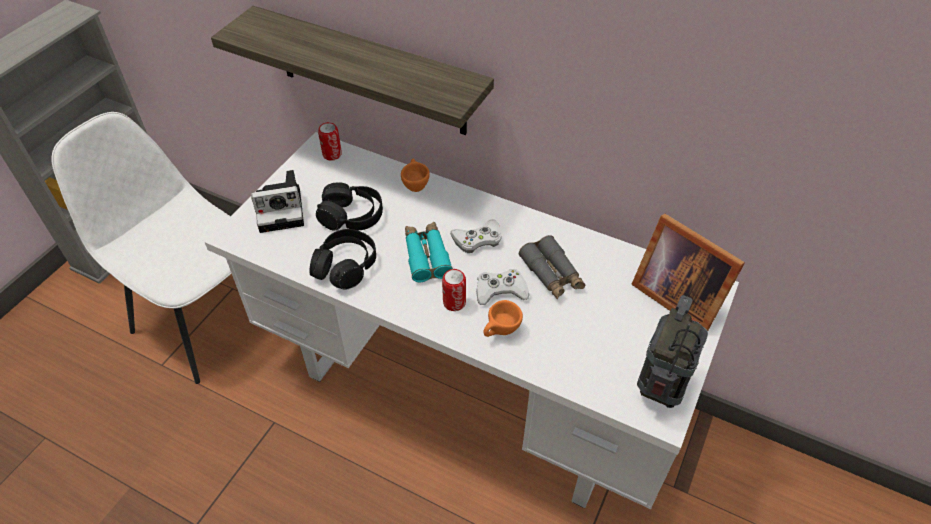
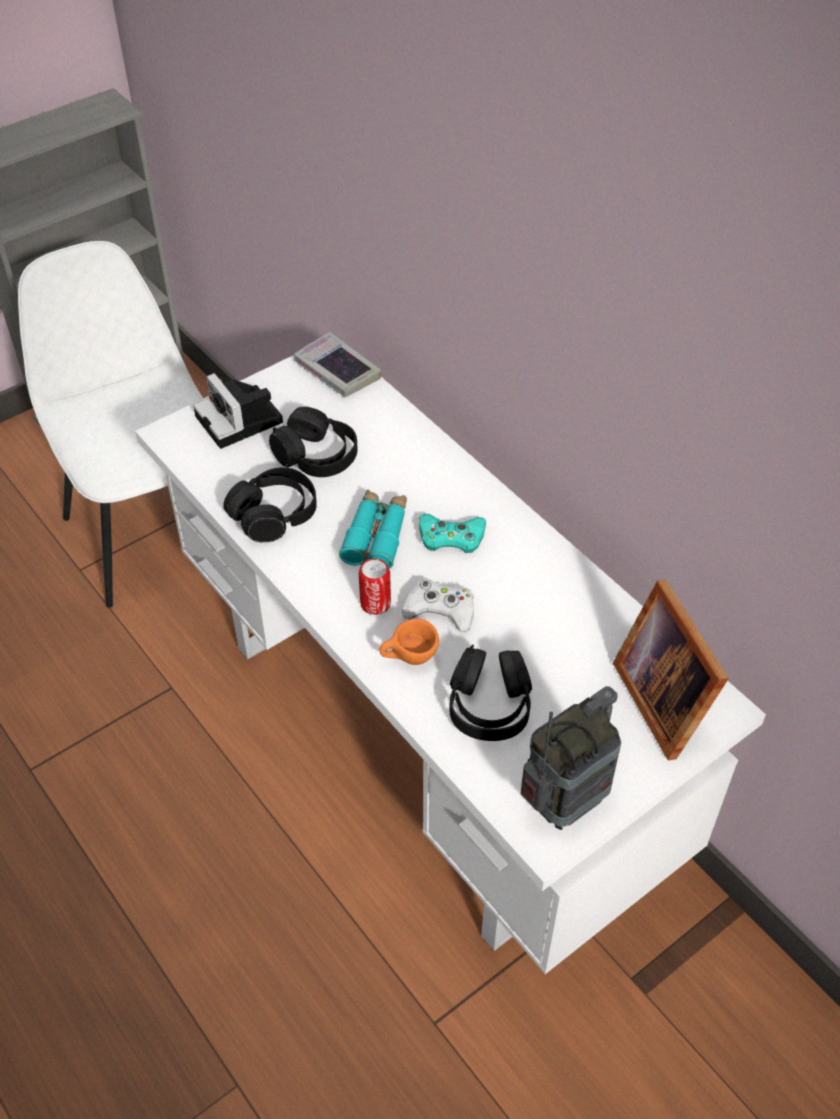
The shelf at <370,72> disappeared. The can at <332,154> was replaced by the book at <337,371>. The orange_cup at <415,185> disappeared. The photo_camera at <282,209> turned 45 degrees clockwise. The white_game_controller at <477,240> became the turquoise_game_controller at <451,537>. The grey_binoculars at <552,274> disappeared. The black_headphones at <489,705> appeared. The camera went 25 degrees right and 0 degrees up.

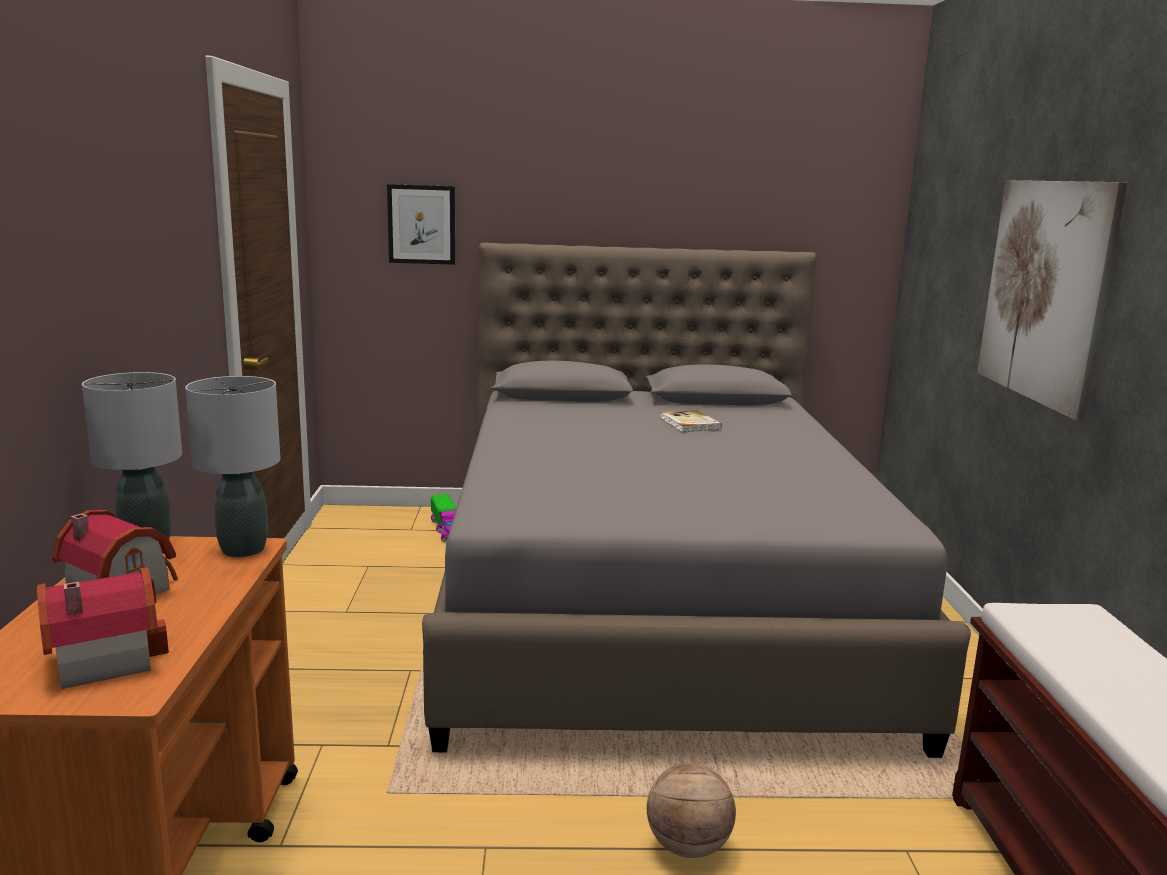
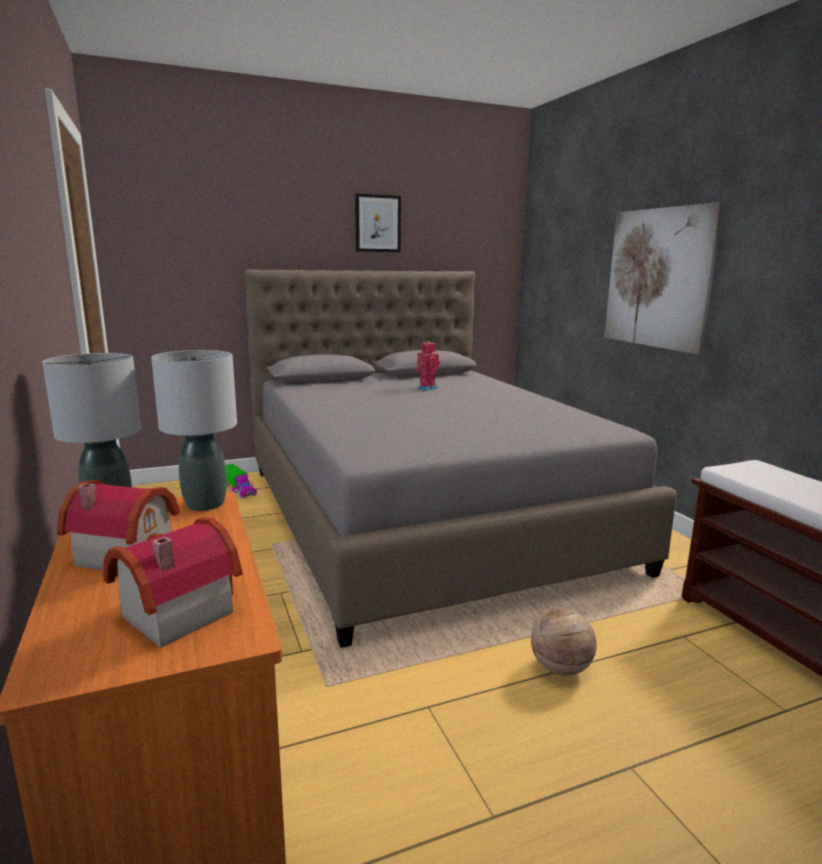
The picture moved from <421,224> to <377,223>. The book at <689,424> was replaced by the toy_robot at <426,388>. The camera went 20 degrees left and 0 degrees up.

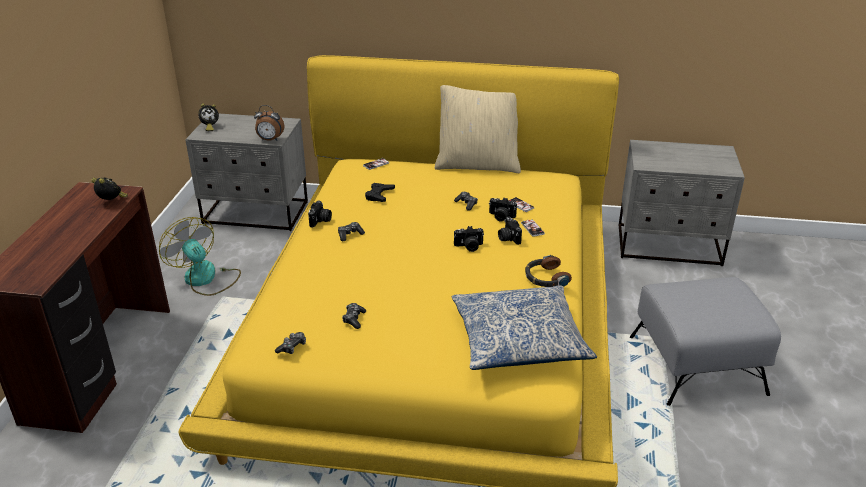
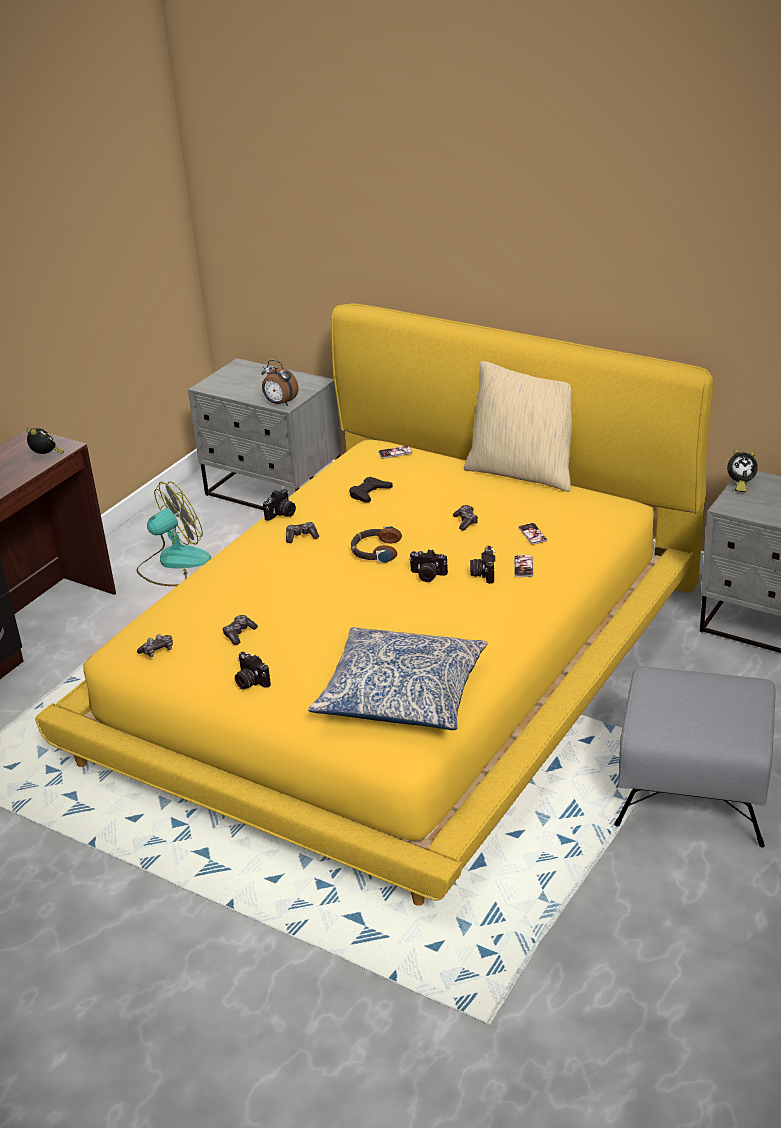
The alarm_clock moved from <209,127> to <739,485>. The photo_camera moved from <501,217> to <250,682>. The fan at <205,279> turned 75 degrees clockwise. The headphones moved from <545,278> to <375,551>. The camera went 25 degrees right and 0 degrees up.

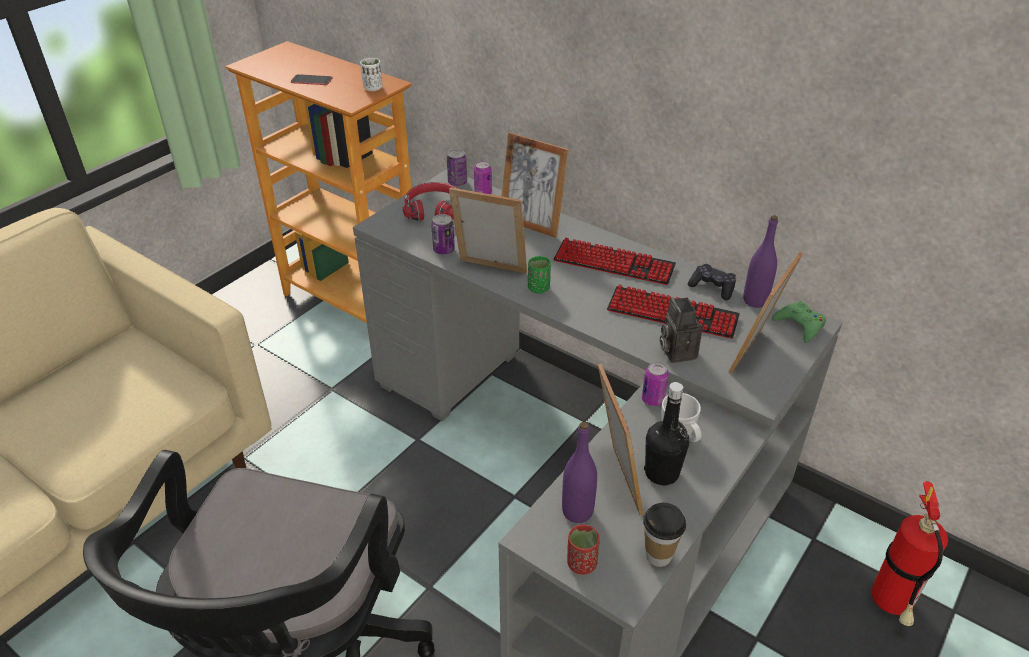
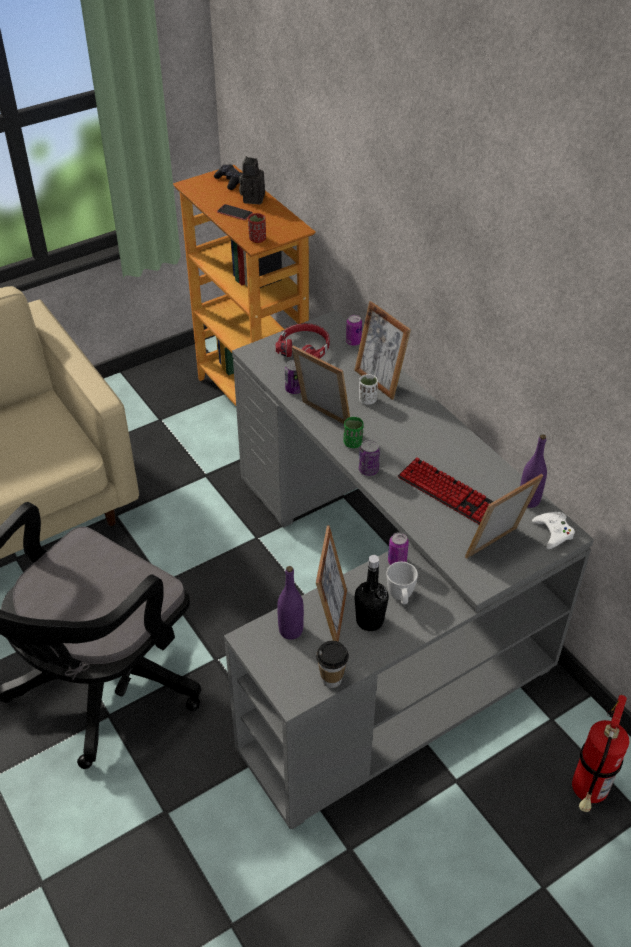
The white_cup moved from <373,88> to <367,400>. The can moved from <457,182> to <368,470>. The keyboard at <614,264> disappeared. The black_game_controller moved from <712,287> to <229,181>. The photo_camera moved from <676,351> to <252,198>. The green_game_controller at <800,325> became the white_game_controller at <553,532>. The red_cup moved from <581,563> to <257,239>. The camera went 20 degrees right and 5 degrees up.

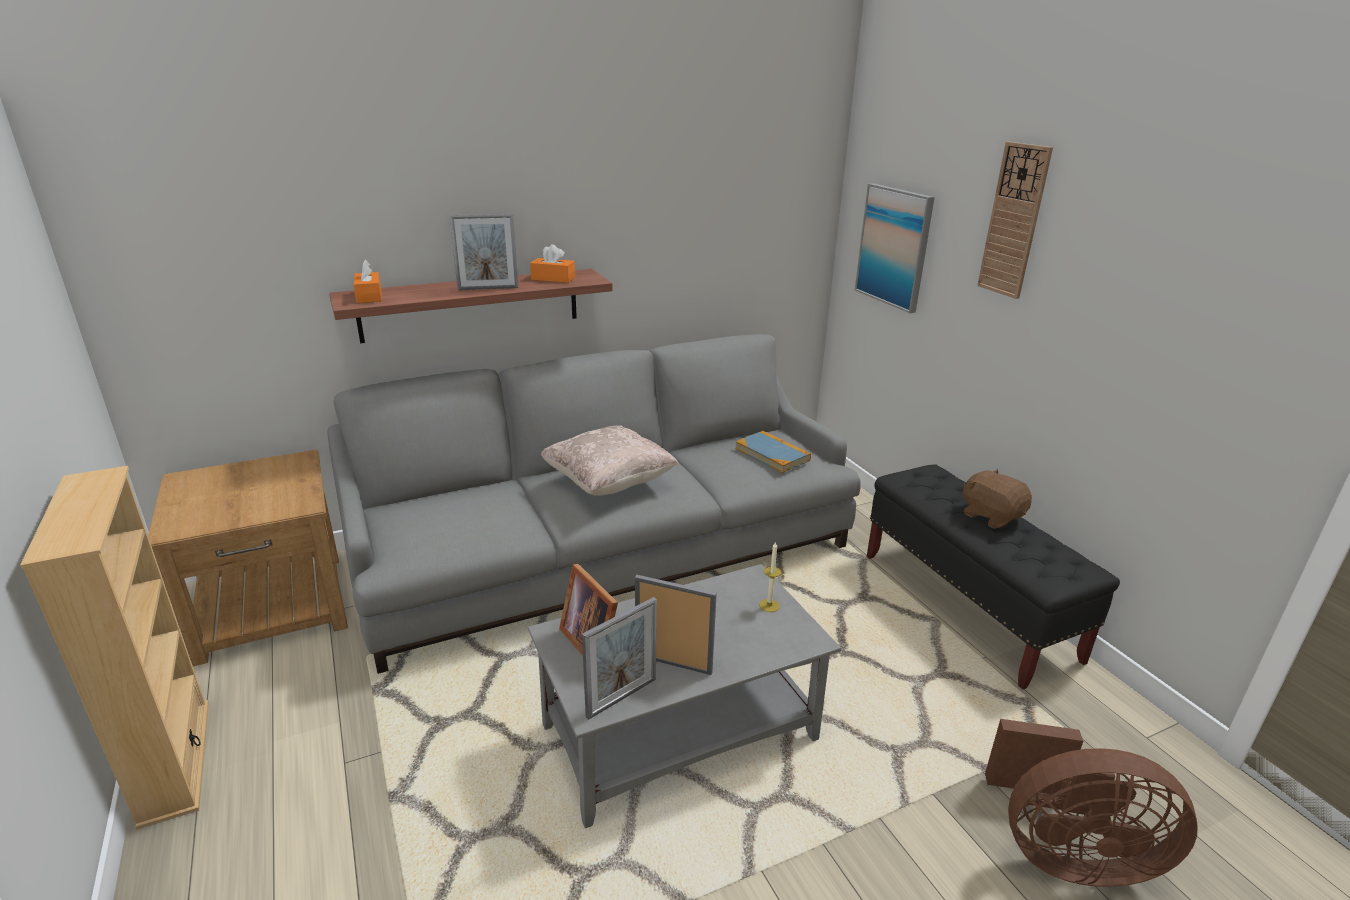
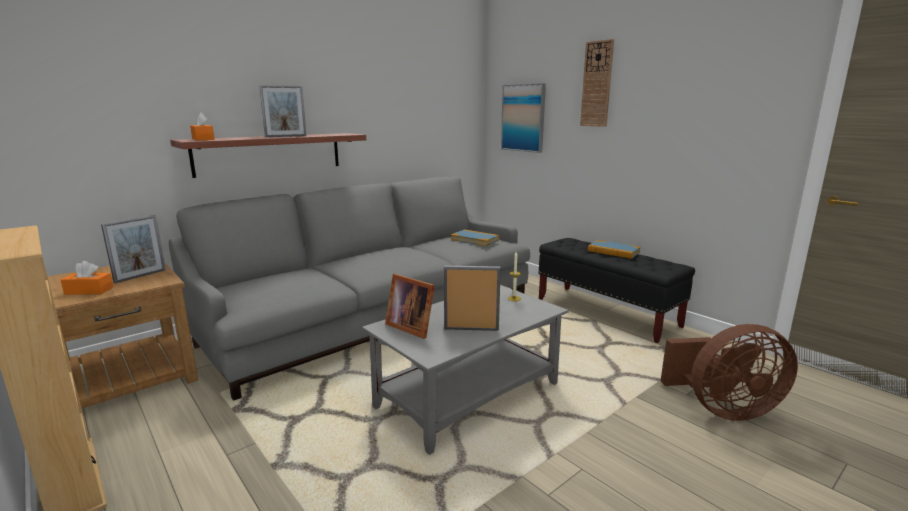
The orange_tissue_box moved from <553,278> to <89,291>. The beige_pillow at <609,483> disappeared. The brown_plush_toy at <991,516> was replaced by the book at <613,251>. The picture_frame moved from <621,697> to <140,276>. The camera went 15 degrees left and 10 degrees down.

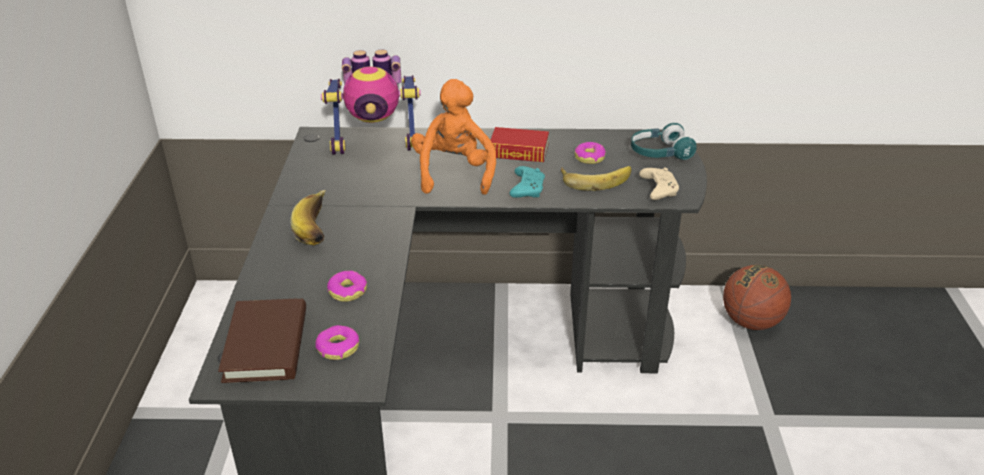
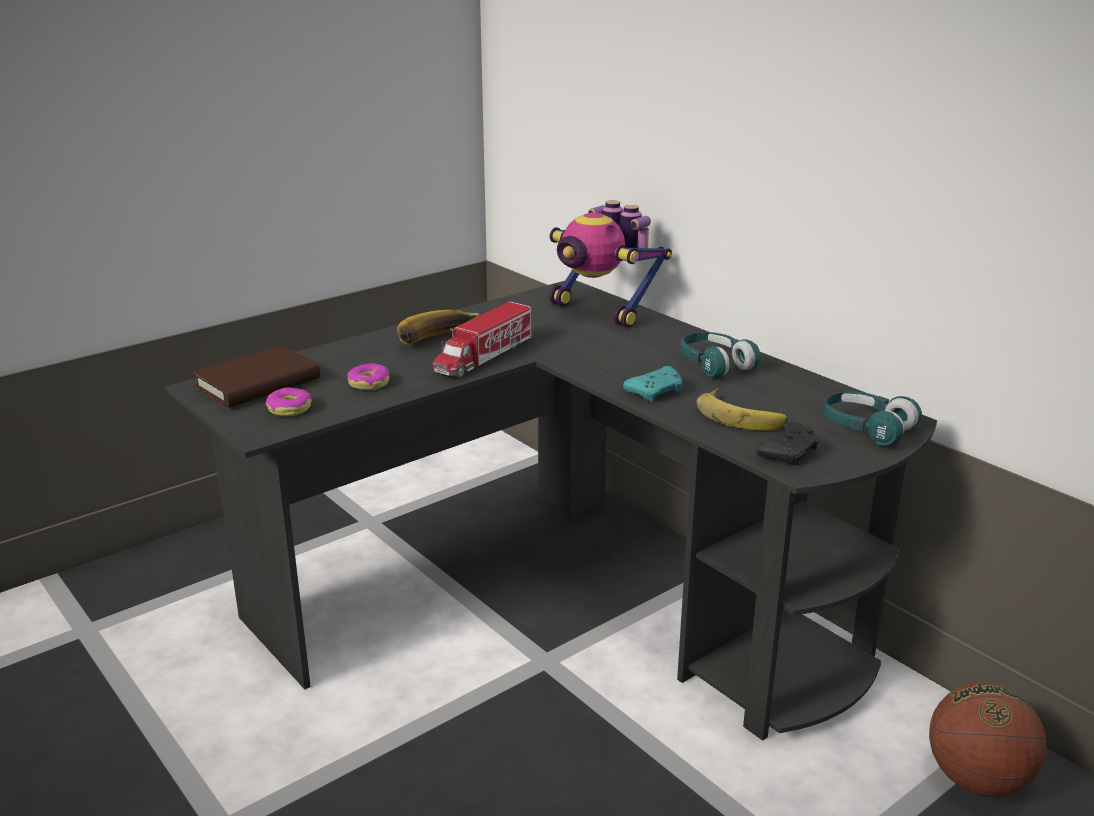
The orange_plush_toy at <454,173> disappeared. The book at <518,151> was replaced by the turquoise_headphones at <715,365>. The donut at <589,157> disappeared. The beige_game_controller at <658,189> became the black_game_controller at <789,453>. The toy_truck at <484,356> appeared. The camera went 50 degrees right and 10 degrees down.

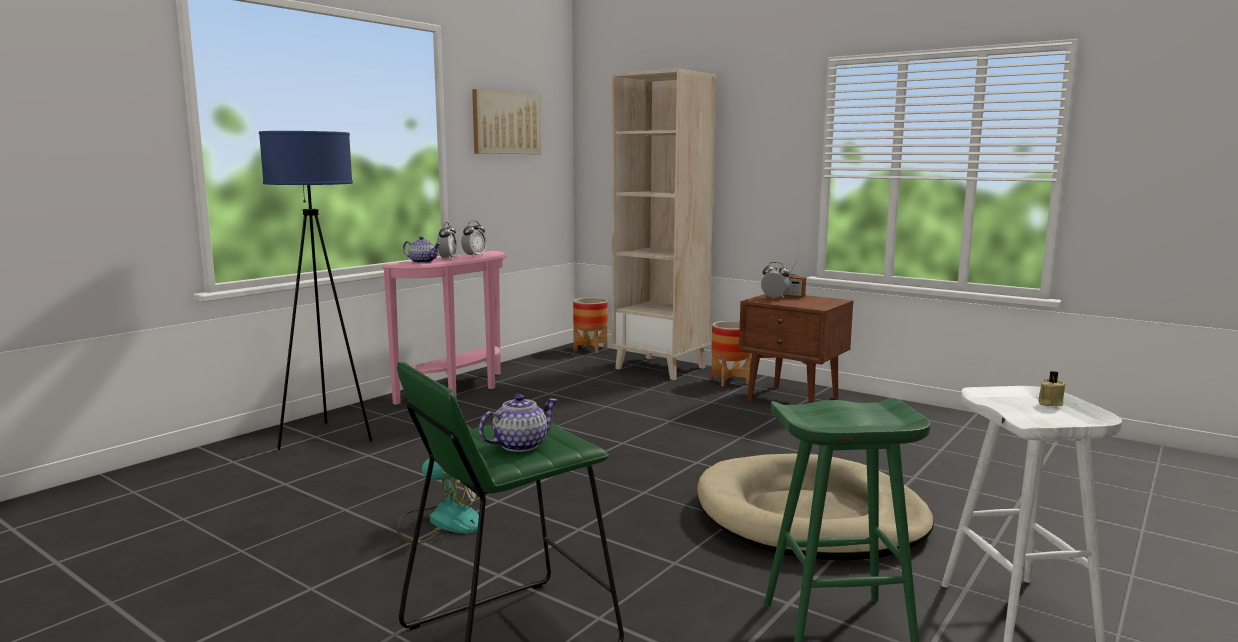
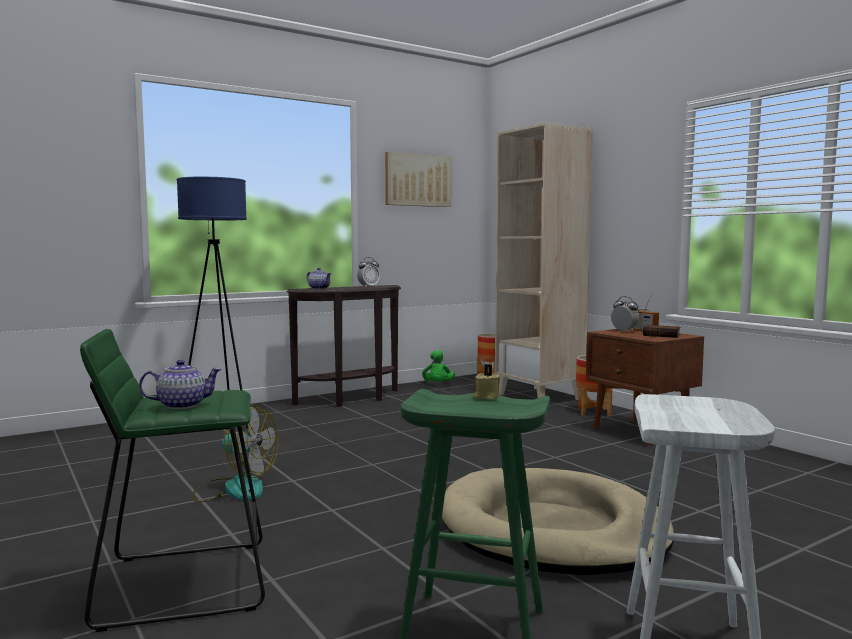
The alarm_clock at <447,258> disappeared. The pink_console_table at <461,390> became the brown_console_table at <353,400>. The beige_candle moved from <1049,403> to <486,397>. The book at <662,335> appeared. The green_plush_toy at <438,385> appeared. The camera went 20 degrees right and 5 degrees down.

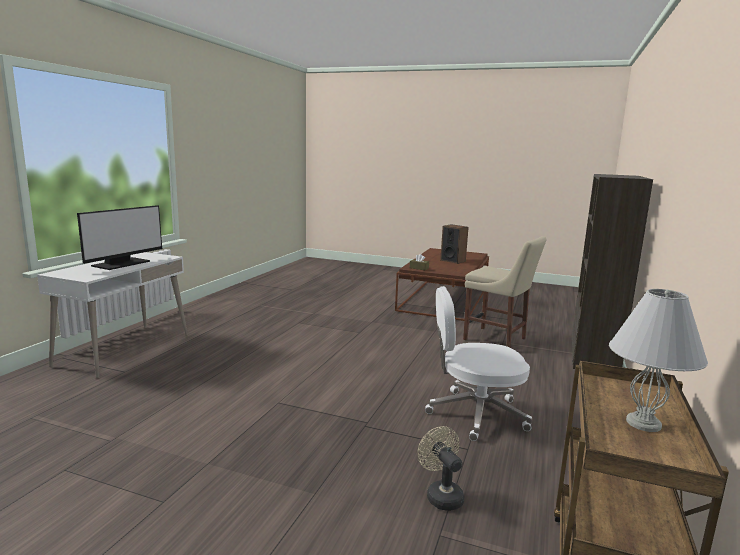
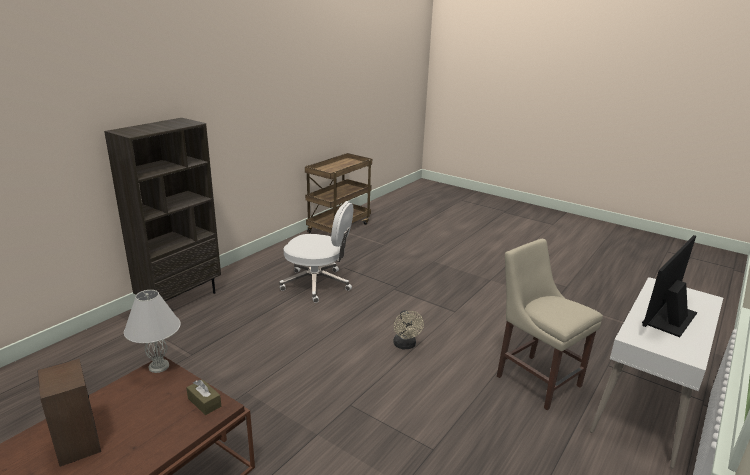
The beige_chair moved from <497,340> to <535,378>. The white_table_lamp moved from <644,423> to <158,366>. The beige_fan moved from <441,495> to <405,345>. The camera went 165 degrees left and 10 degrees up.

